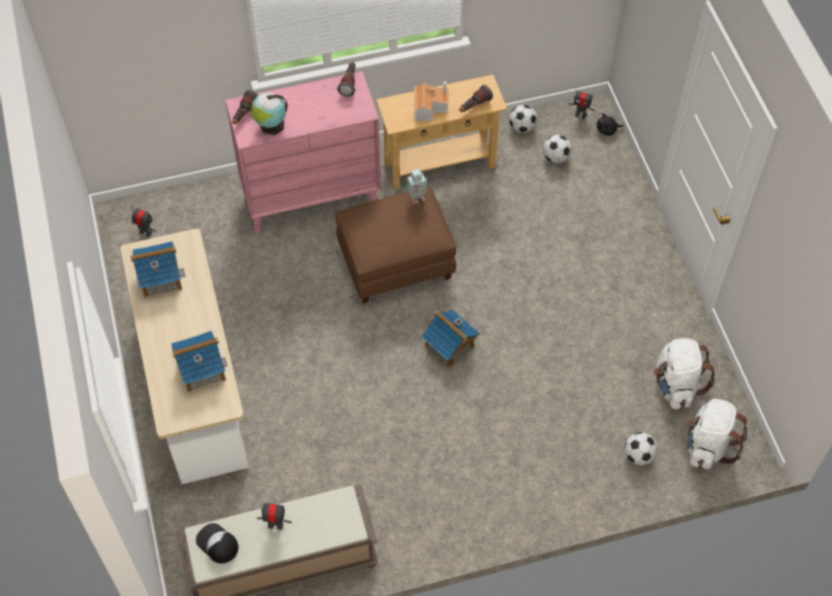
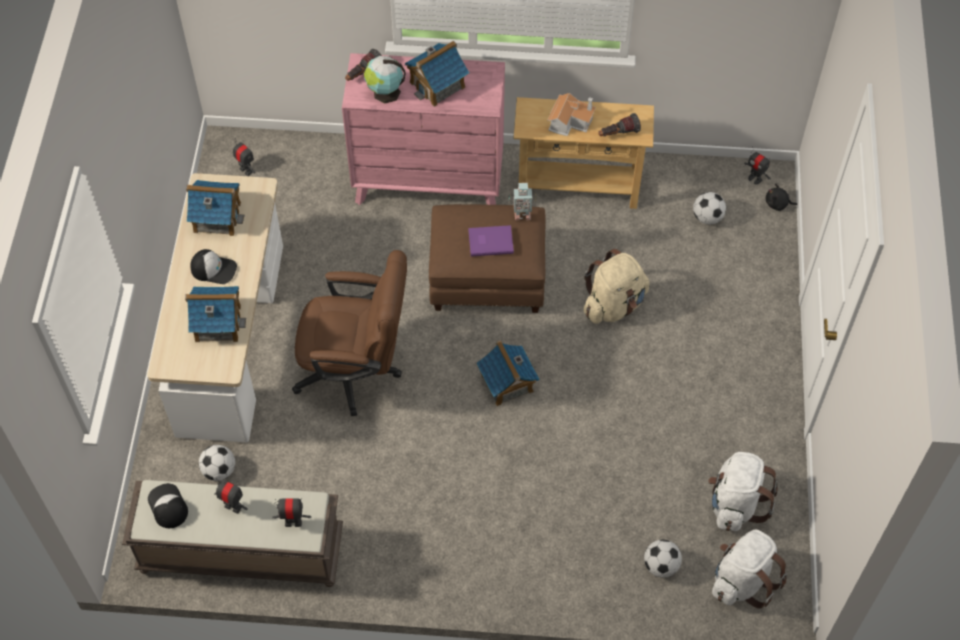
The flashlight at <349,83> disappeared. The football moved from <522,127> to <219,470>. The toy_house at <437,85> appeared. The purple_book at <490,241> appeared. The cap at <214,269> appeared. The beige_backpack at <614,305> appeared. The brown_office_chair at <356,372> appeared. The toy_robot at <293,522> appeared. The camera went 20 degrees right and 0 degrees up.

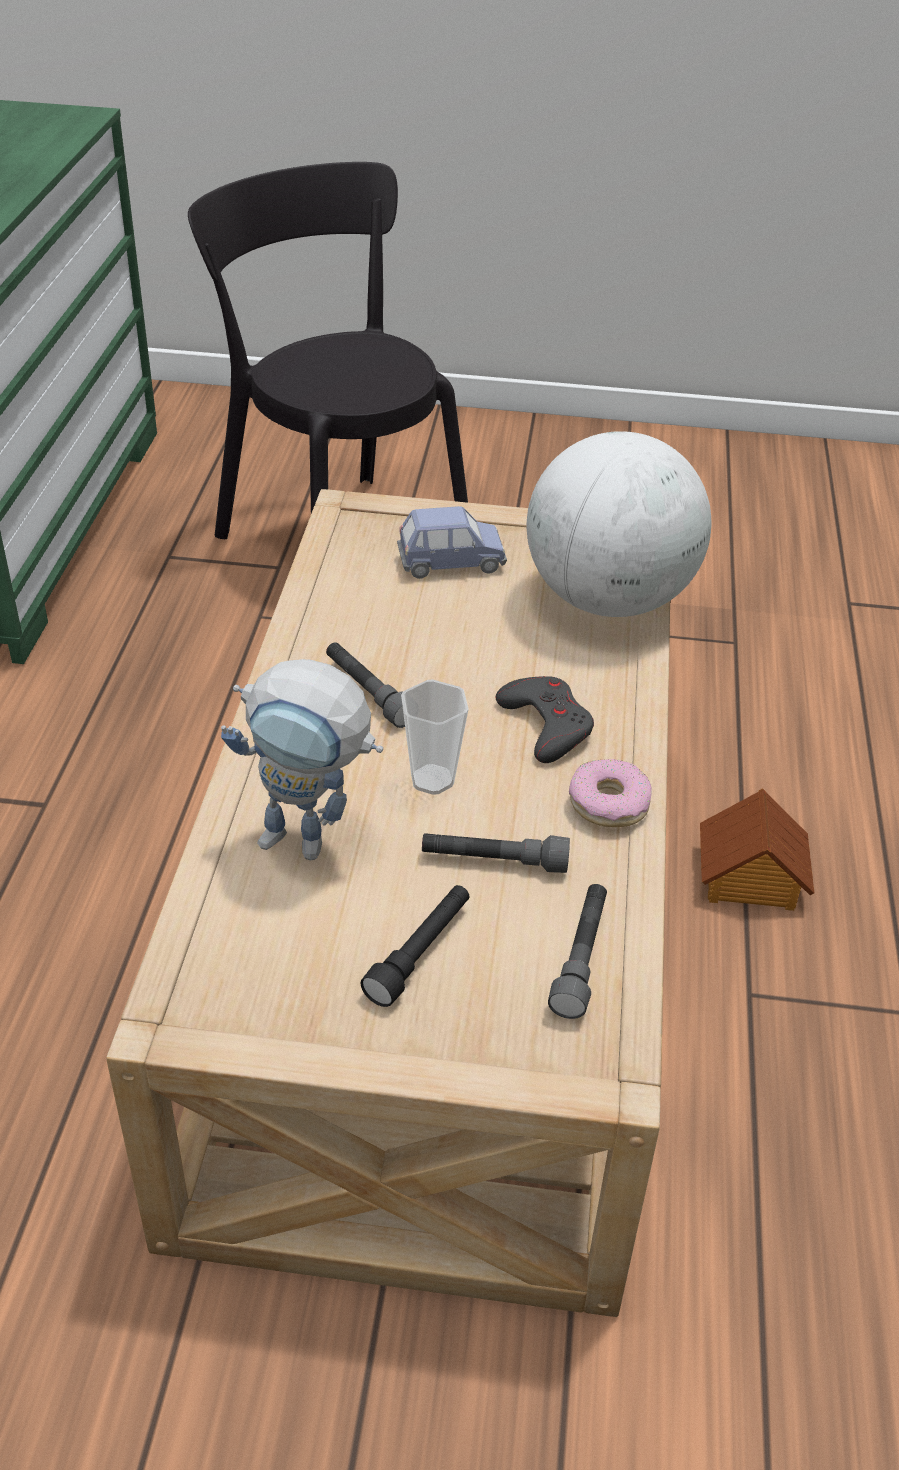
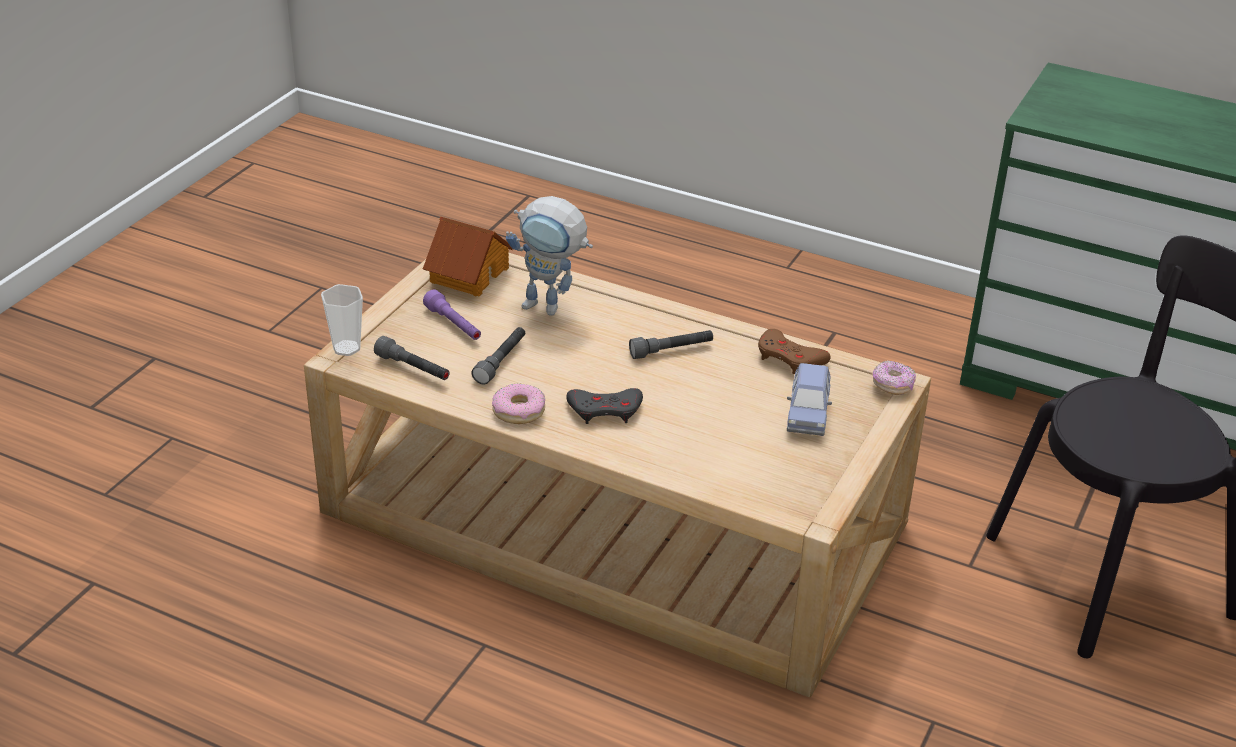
The globe at <609,600> disappeared. The toy_robot at <311,843> turned 105 degrees counterclockwise. The cup moved from <432,779> to <346,348>. The toy_house moved from <749,878> to <468,274>. The black_flashlight at <420,953> became the purple_flashlight at <454,325>. The brown_game_controller at <790,358> appeared. The donut at <892,386> appeared. The camera went 110 degrees right and 5 degrees down.

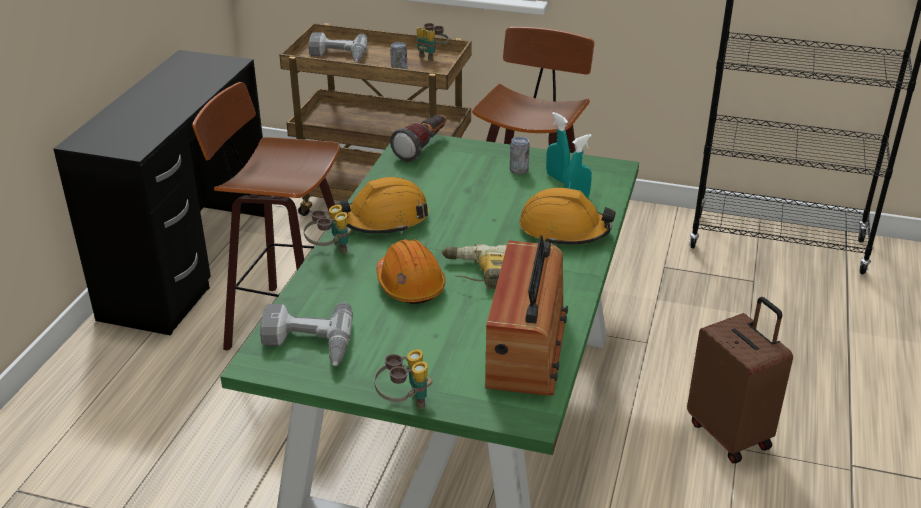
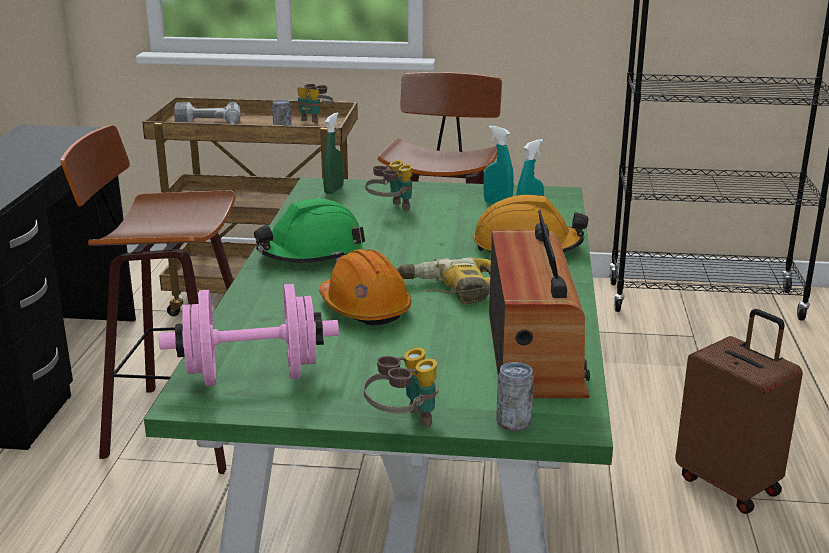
The flashlight at <423,147> was replaced by the green_spray_bottle at <334,190>. The can moved from <519,170> to <513,423>. The orange_hard_hat at <384,219> became the green_hard_hat at <311,252>. The binoculars moved from <329,251> to <391,210>. The power_drill at <306,345> was replaced by the pink_dumbbell at <253,376>. The camera went 10 degrees left and 10 degrees down.

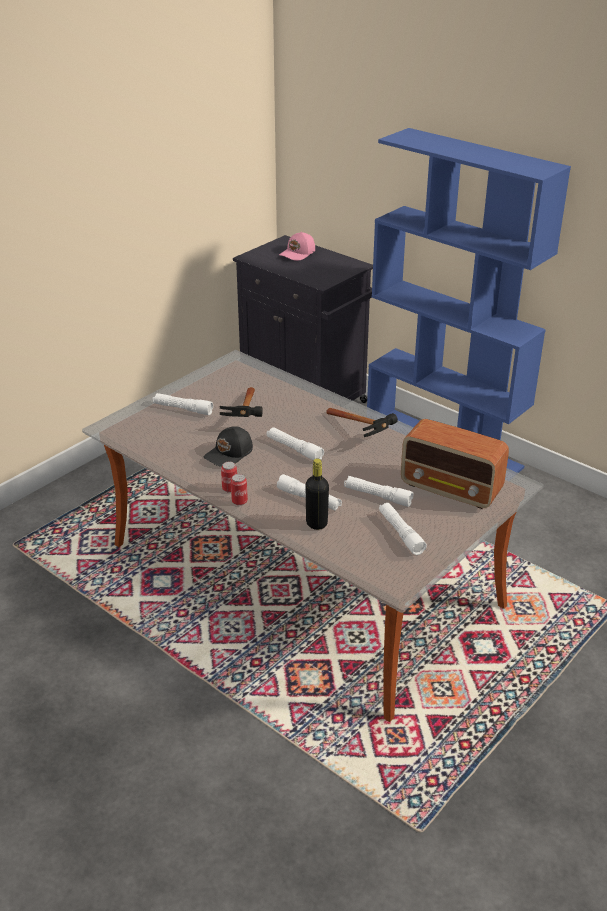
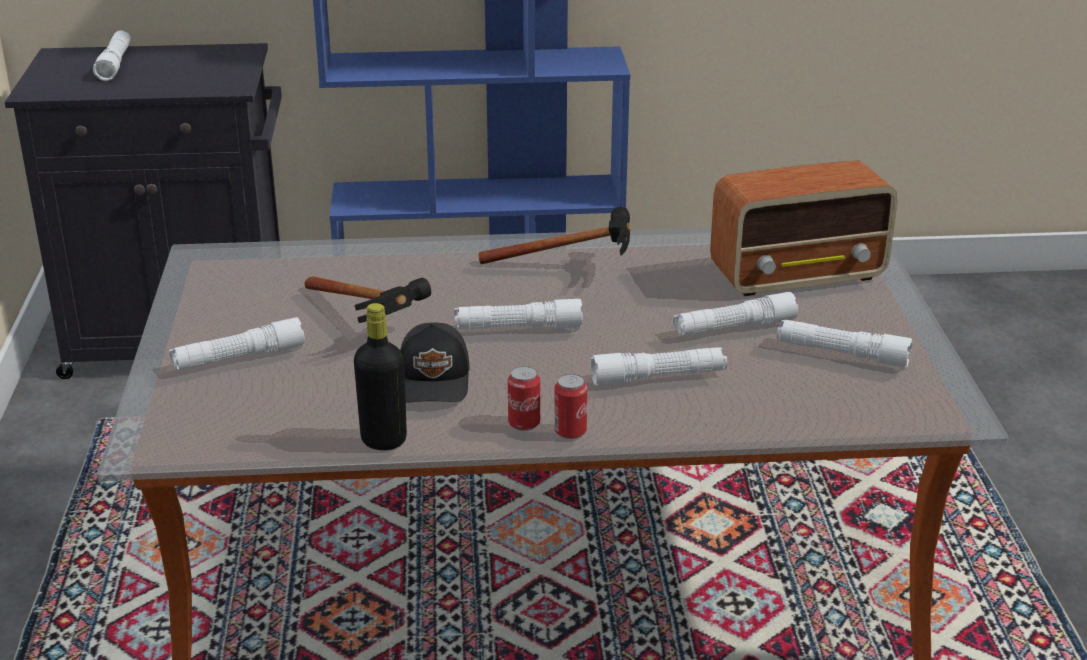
The pink_cap at <298,254> was replaced by the white_flashlight at <115,64>. The black_bottle moved from <316,523> to <383,440>. The camera went 45 degrees left and 5 degrees down.

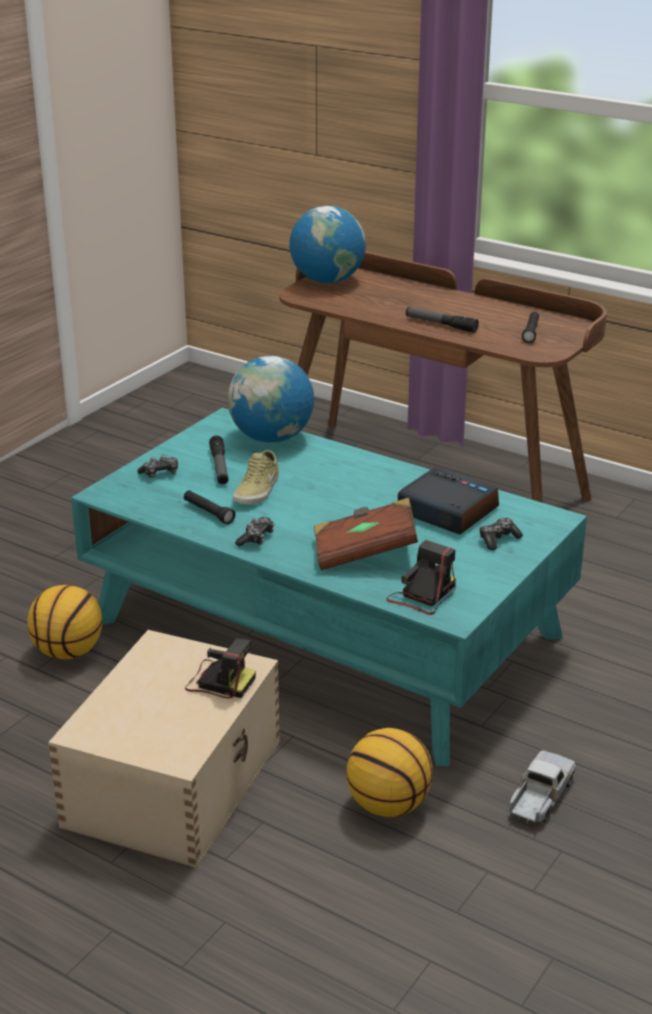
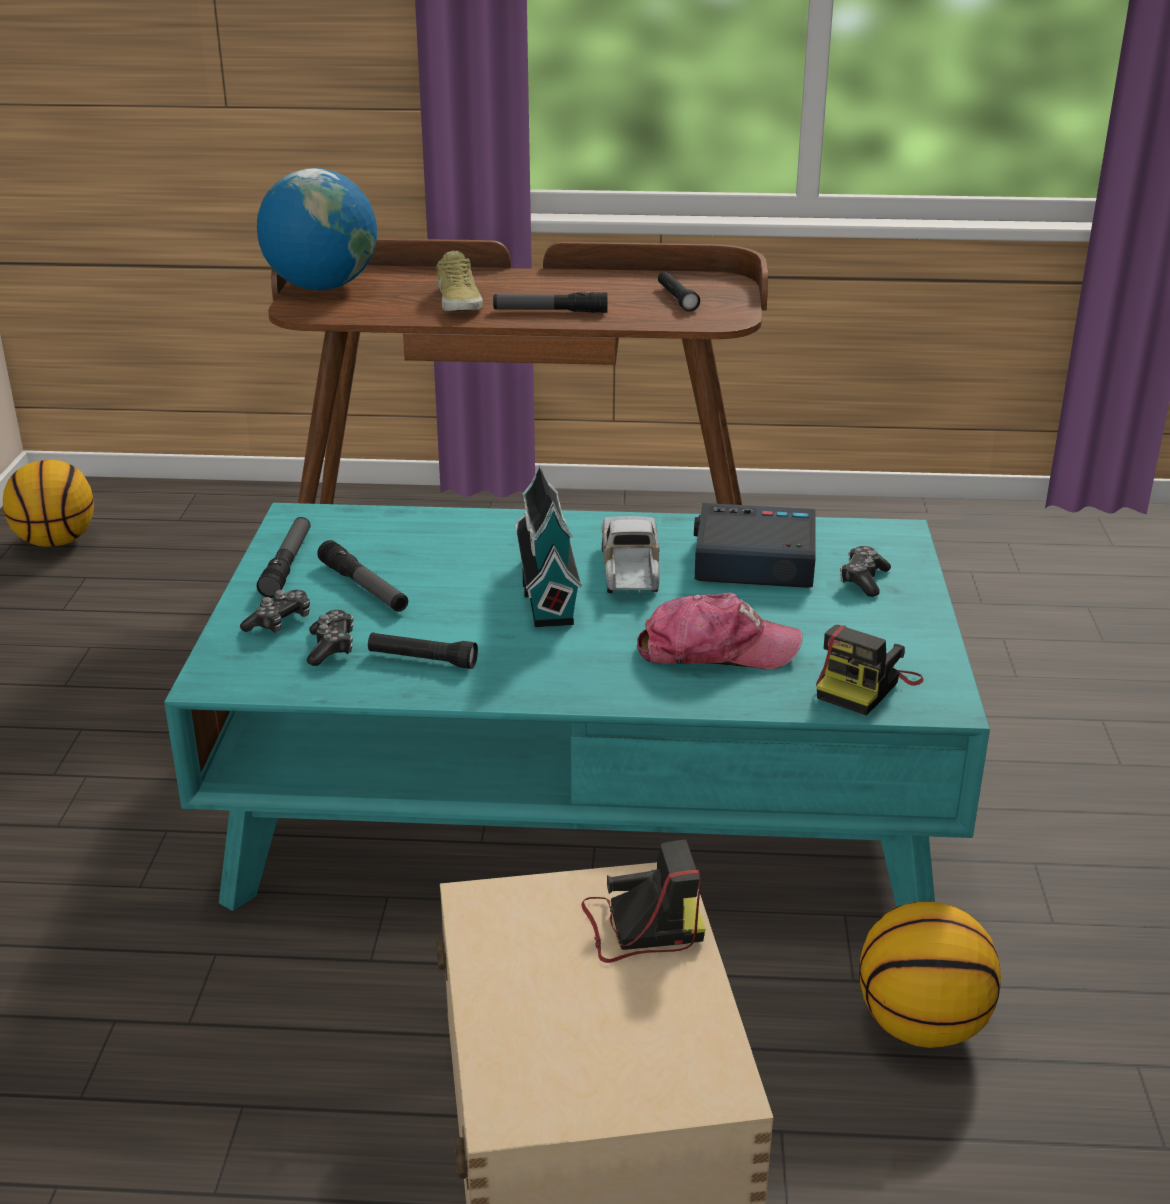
The globe at <271,438> disappeared. The beige_shoe moved from <258,490> to <460,301>. The brown_book at <364,552> was replaced by the cap at <716,650>. The game_controller moved from <256,538> to <331,647>. The photo_camera at <423,595> turned 150 degrees counterclockwise. The basketball moved from <68,652> to <56,541>. The toy_truck moved from <539,797> to <630,571>. The toy_house at <546,587> appeared. The flashlight at <287,565> appeared. The camera went 30 degrees left and 0 degrees up.

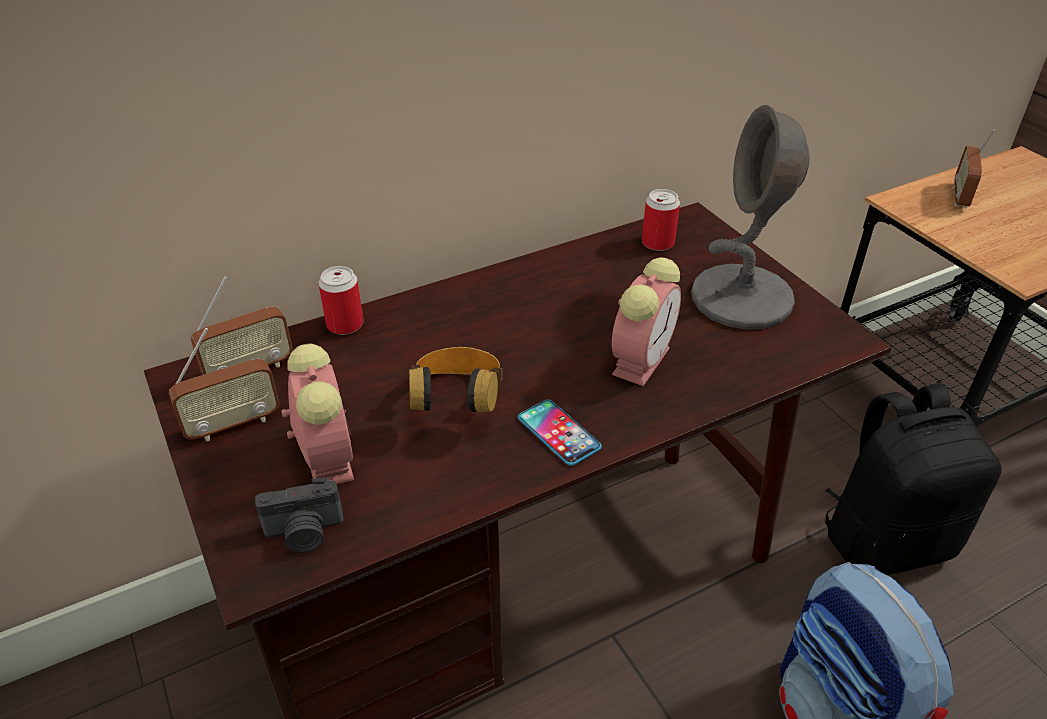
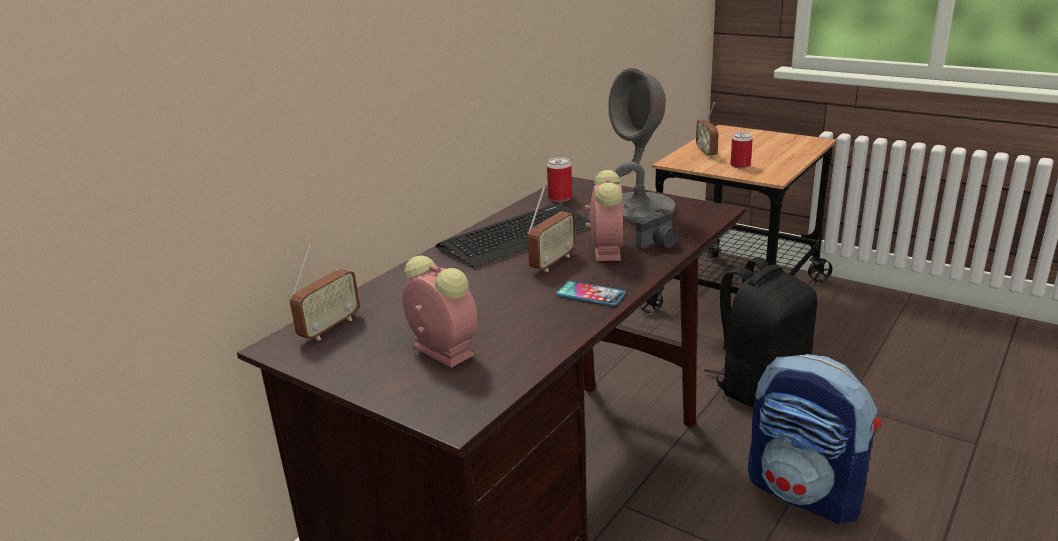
The can moved from <345,324> to <740,165>. The radio moved from <233,424> to <552,262>. The headphones at <458,403> disappeared. The photo_camera moved from <305,533> to <659,244>. The keyboard at <517,237> appeared. The camera went 25 degrees left and 15 degrees down.

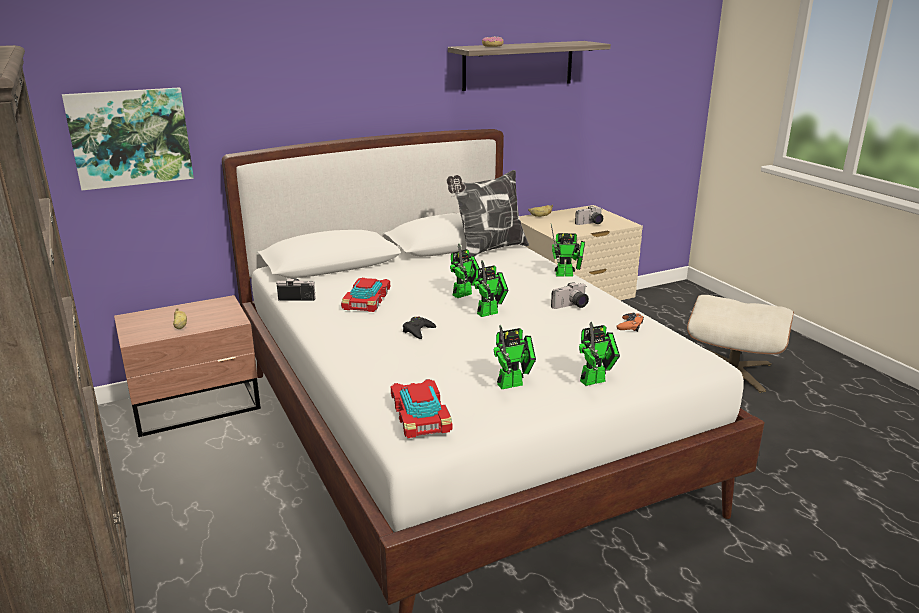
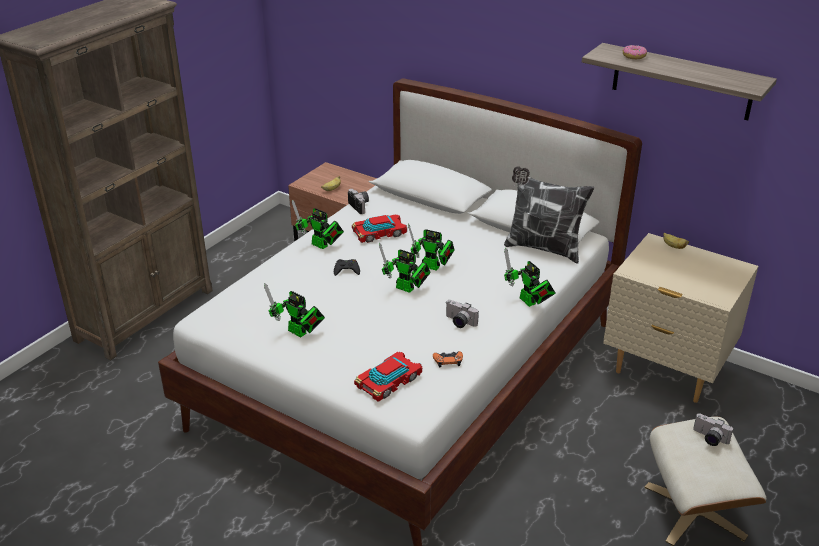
The picture at <130,137> disappeared. The photo_camera moved from <590,224> to <709,438>. The toy_robot moved from <596,380> to <321,246>. The toy_car moved from <421,415> to <389,381>. The camera went 60 degrees right and 10 degrees up.

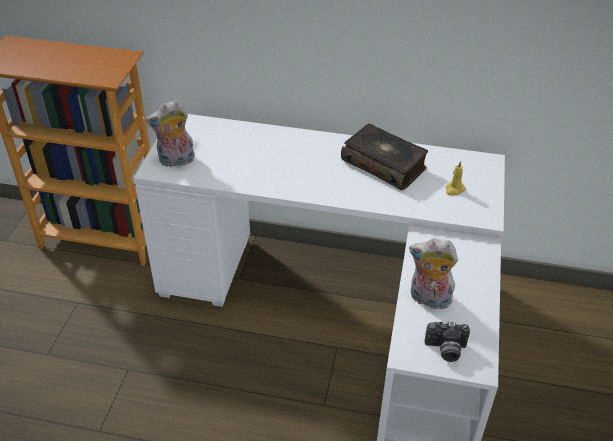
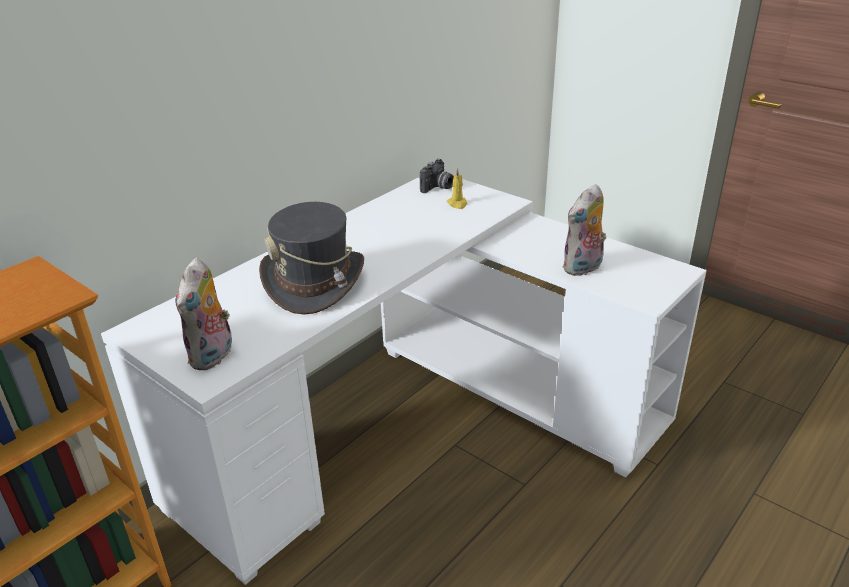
The book at <384,164> disappeared. The photo_camera moved from <445,350> to <438,188>. The grey_hat at <314,282> appeared. The camera went 60 degrees left and 10 degrees down.

